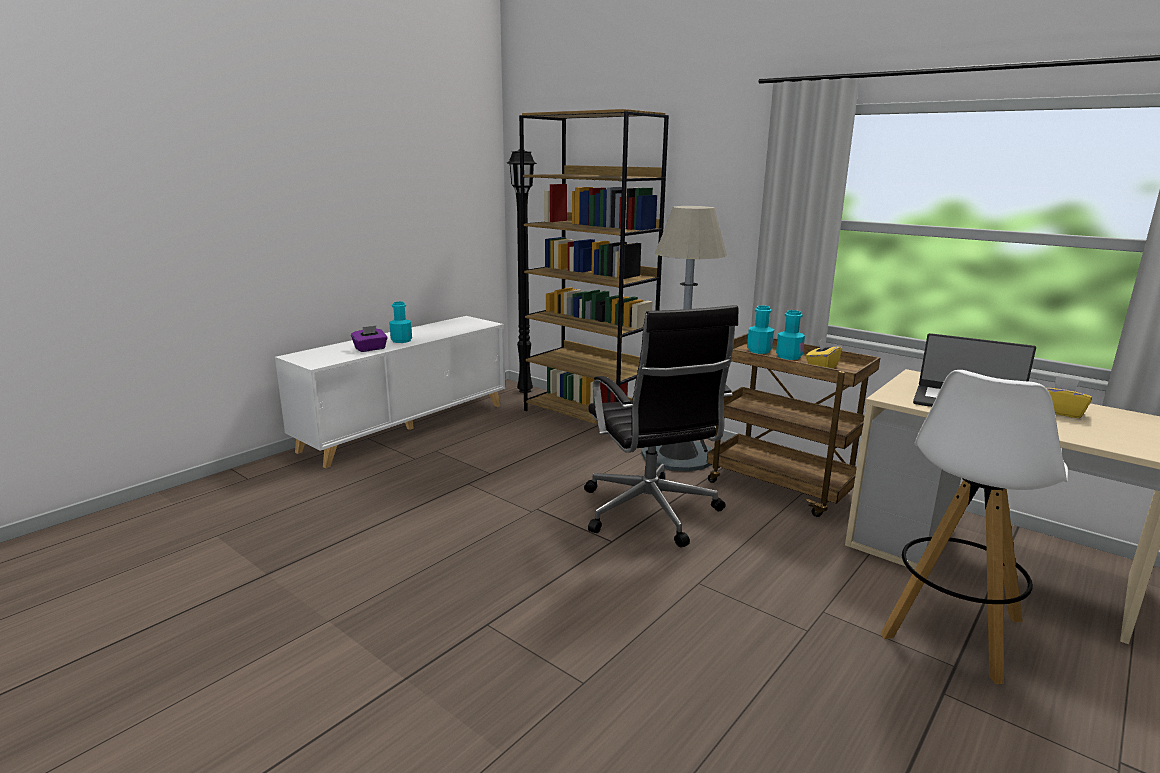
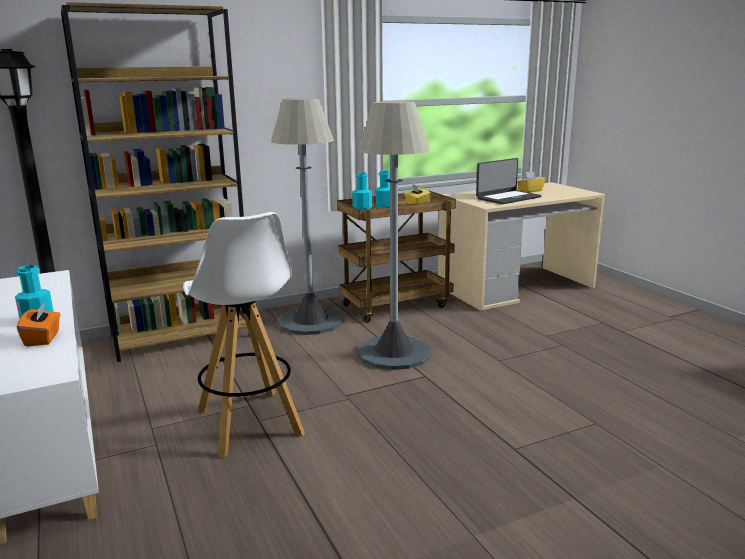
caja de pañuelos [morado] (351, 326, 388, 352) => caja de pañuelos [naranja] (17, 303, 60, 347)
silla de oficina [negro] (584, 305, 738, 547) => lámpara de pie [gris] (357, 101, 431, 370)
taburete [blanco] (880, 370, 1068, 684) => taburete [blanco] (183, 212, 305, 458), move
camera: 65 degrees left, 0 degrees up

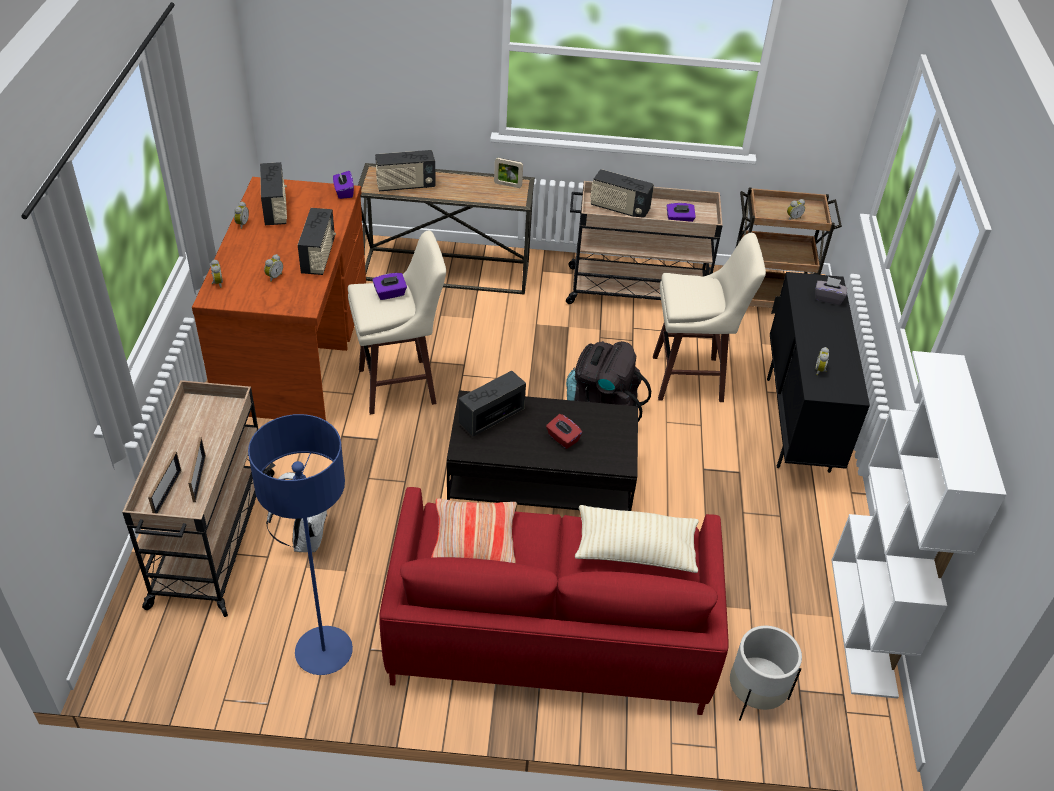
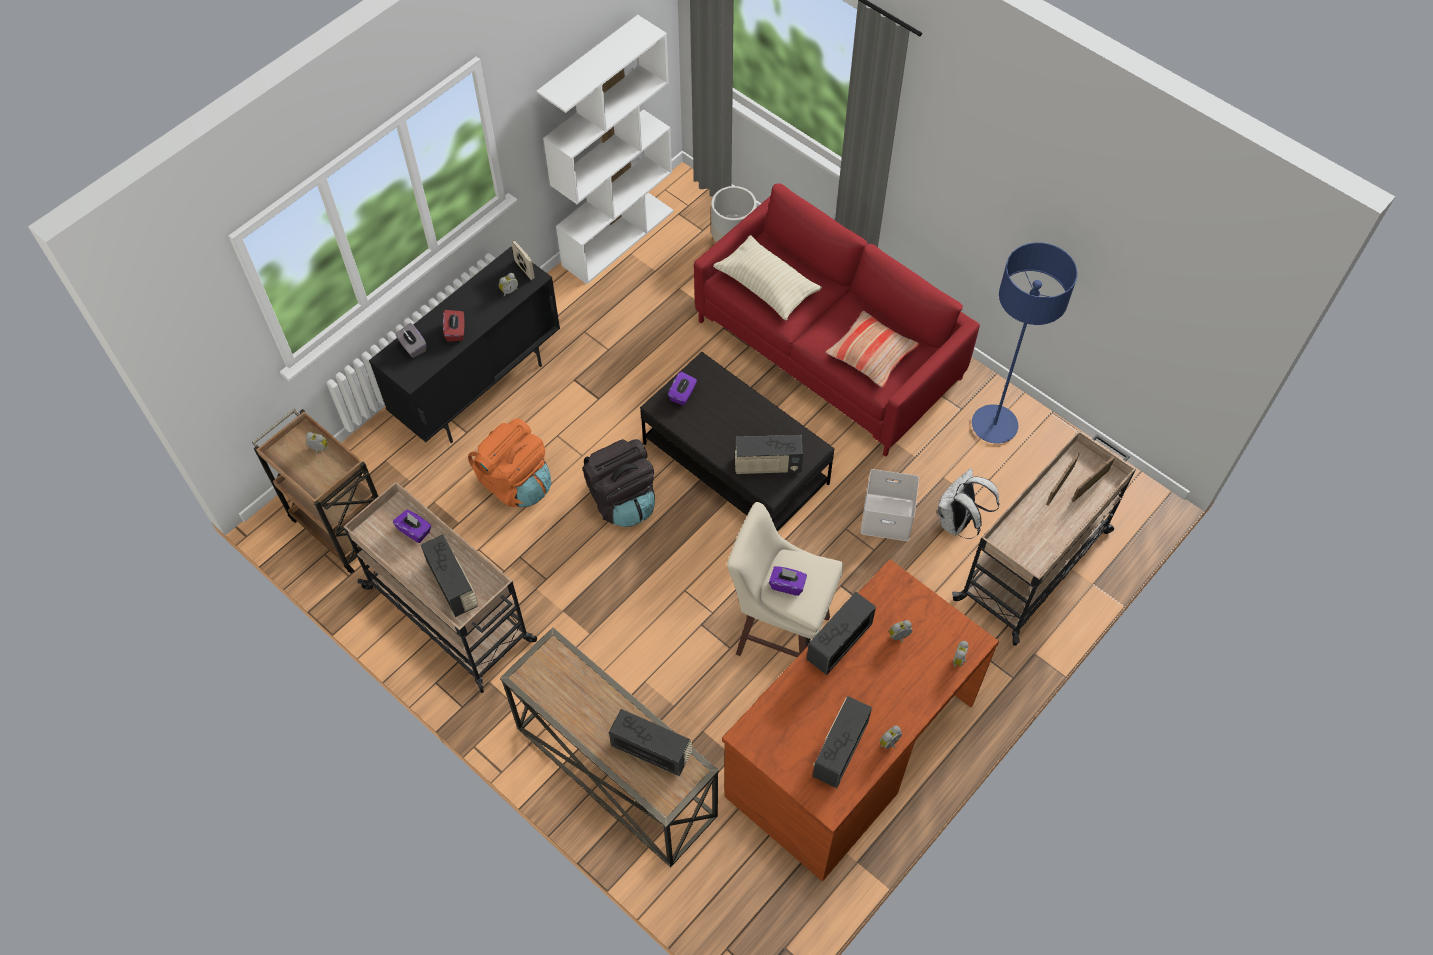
caja de pañuelos [morado] (333, 170, 354, 199) => caja de pañuelos [morado] (668, 371, 697, 406), move
portarretratos (494, 158, 523, 188) => portarretratos (511, 240, 535, 280), move
caja de pañuelos [rojo] (546, 414, 582, 449) => caja de pañuelos [rojo] (443, 310, 464, 342), move
taburete [beis] (653, 233, 766, 402) => mochila [naranja] (468, 418, 551, 507)
nothing => caja de almacenaje [blanco] (861, 469, 919, 541)
camera: 140 degrees left, 15 degrees up

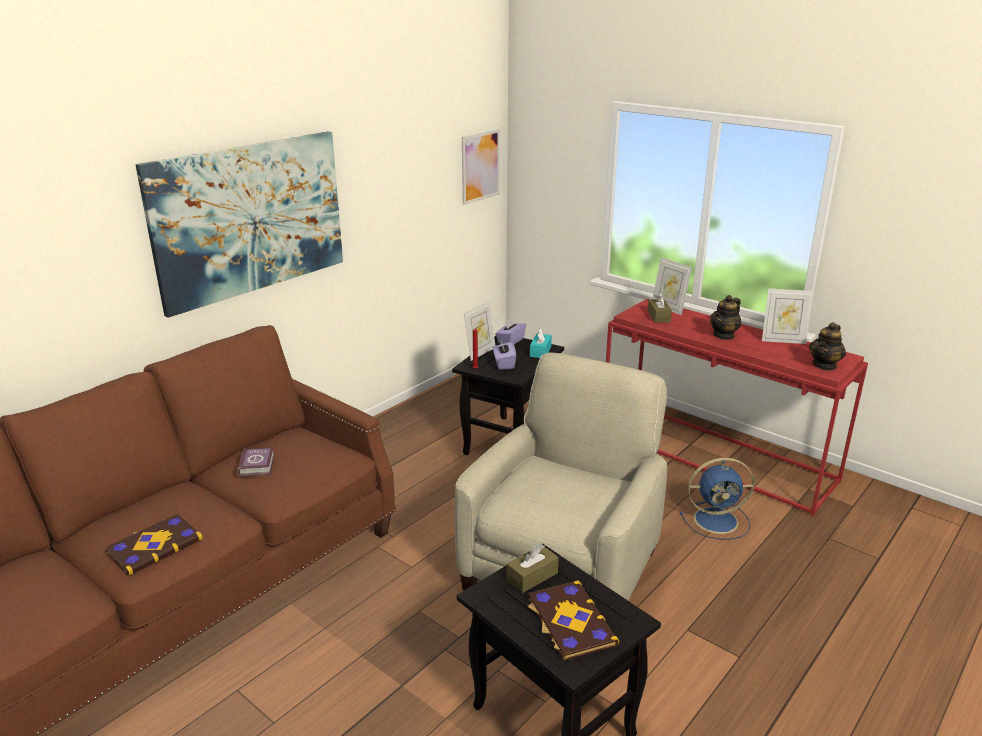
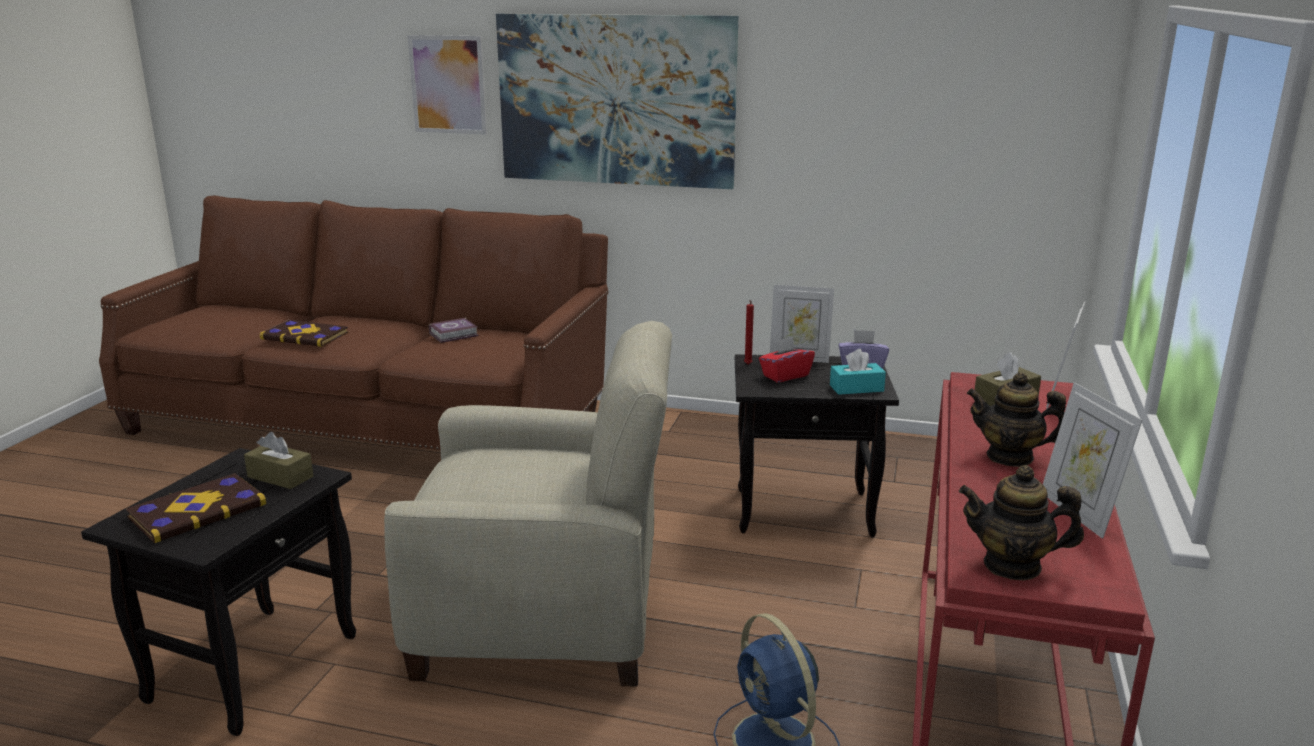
cuadro (462, 129, 500, 205) => cuadro (407, 35, 487, 135), move
caja de pañuelos [morado] (493, 340, 516, 370) => caja de pañuelos [rojo] (759, 337, 815, 383)
camera: 65 degrees right, 5 degrees down

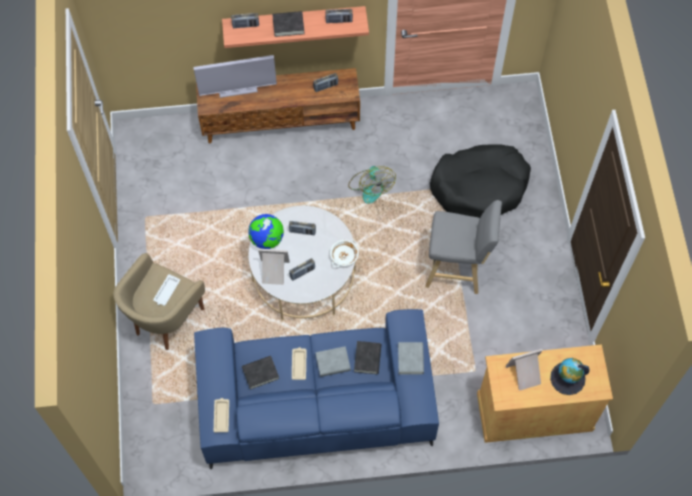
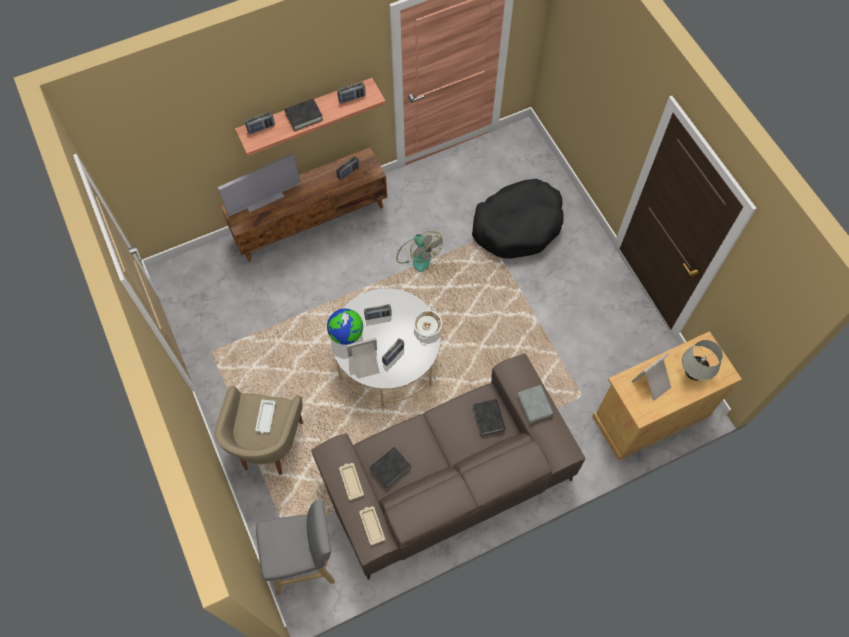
sofá [azul] (194, 309, 439, 469) => sofá [marrón] (311, 354, 586, 579)
bandeja [beis] (292, 347, 306, 380) => bandeja [beis] (339, 463, 364, 500), move
libro [gris] (315, 346, 351, 377) => nothing
taburete [gris] (425, 200, 502, 294) => taburete [gris] (256, 500, 335, 595), move
globo terráqueo (550, 358, 590, 395) => lámpara de mesa [blanco] (682, 340, 723, 380)
camera: 20 degrees left, 0 degrees up

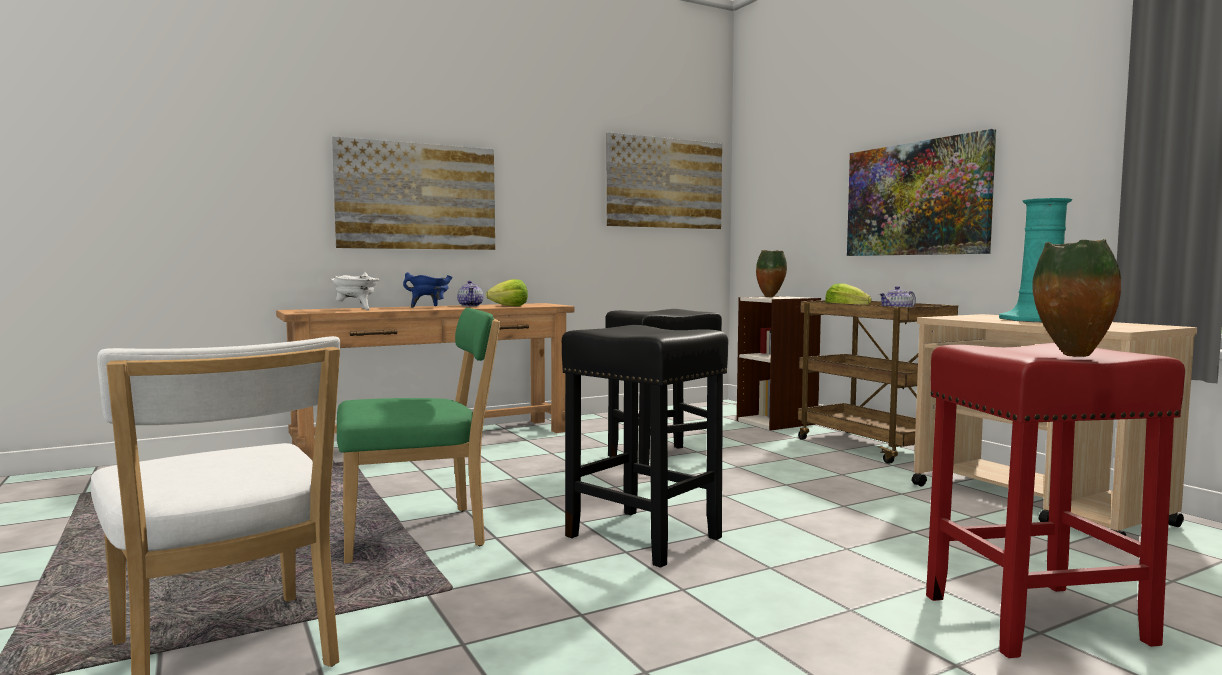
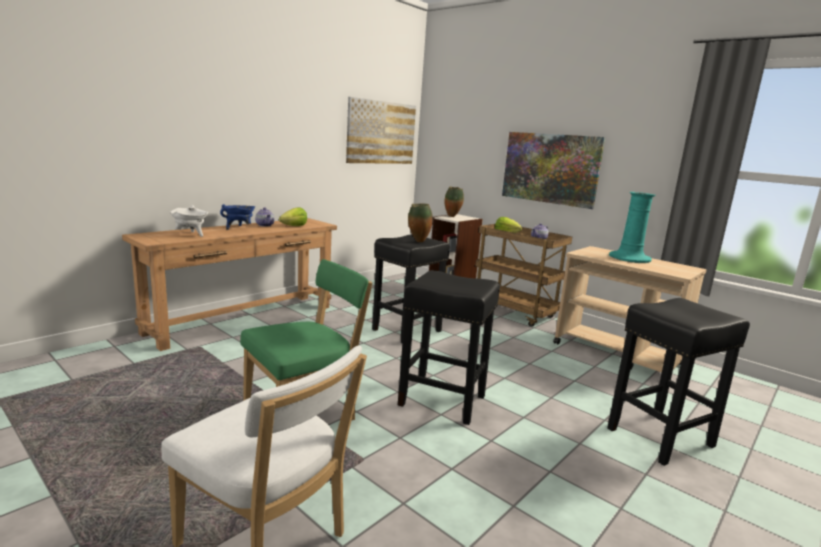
cuadro (332, 136, 495, 250) => nothing
taburete [rojo] (926, 343, 1185, 658) => taburete [negro] (607, 298, 750, 466)
florero (1032, 239, 1121, 357) => florero (408, 204, 433, 242), move
camera: 20 degrees left, 10 degrees up

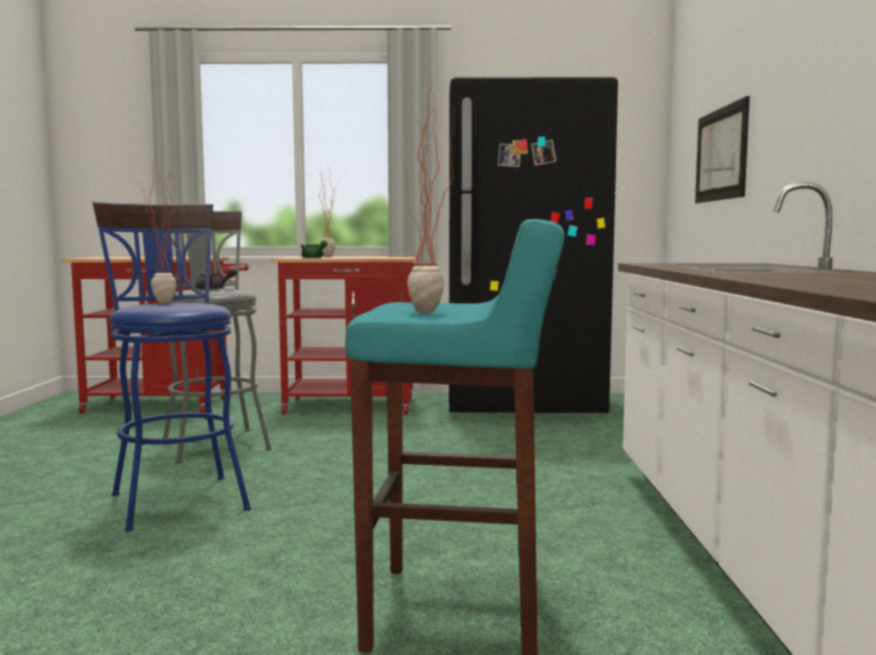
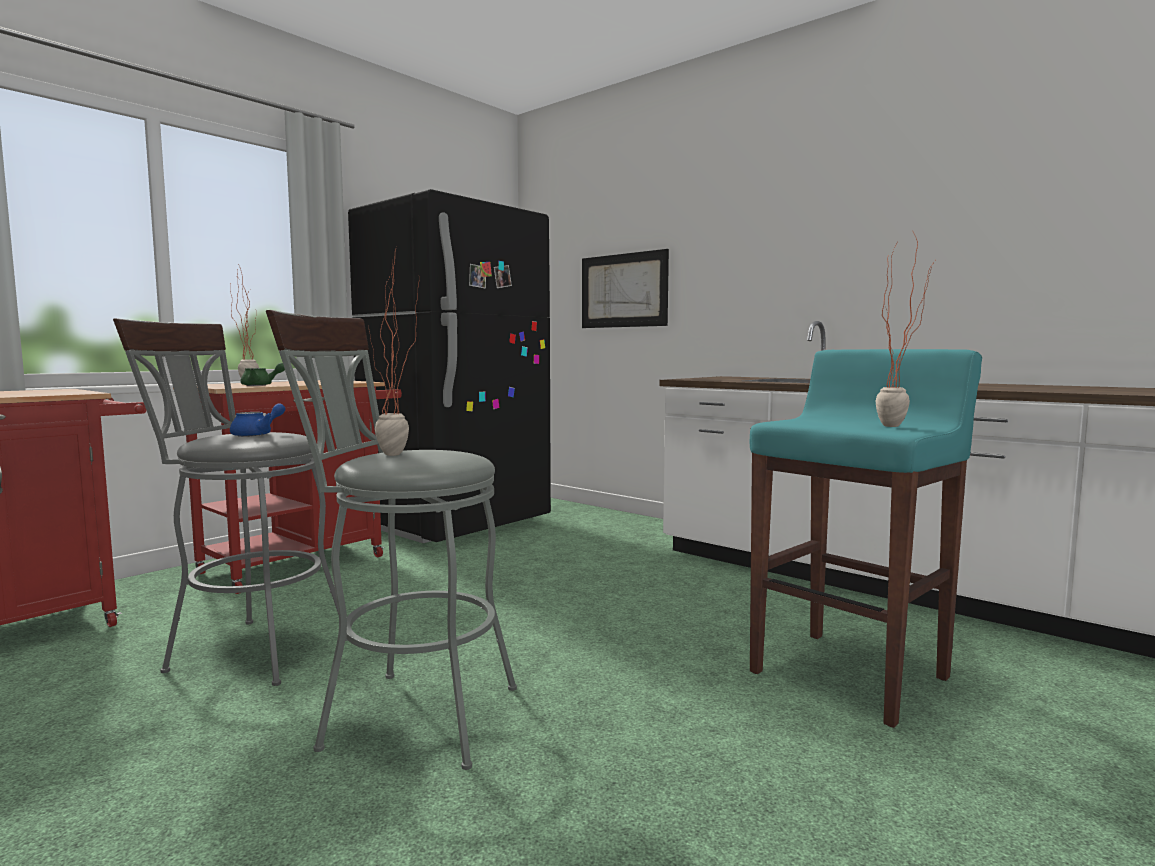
taburete [azul] (92, 202, 251, 531) => taburete [gris] (266, 310, 517, 770)
tetera [gris] (196, 268, 237, 290) => tetera [azul] (230, 403, 285, 437)
camera: 50 degrees left, 0 degrees up

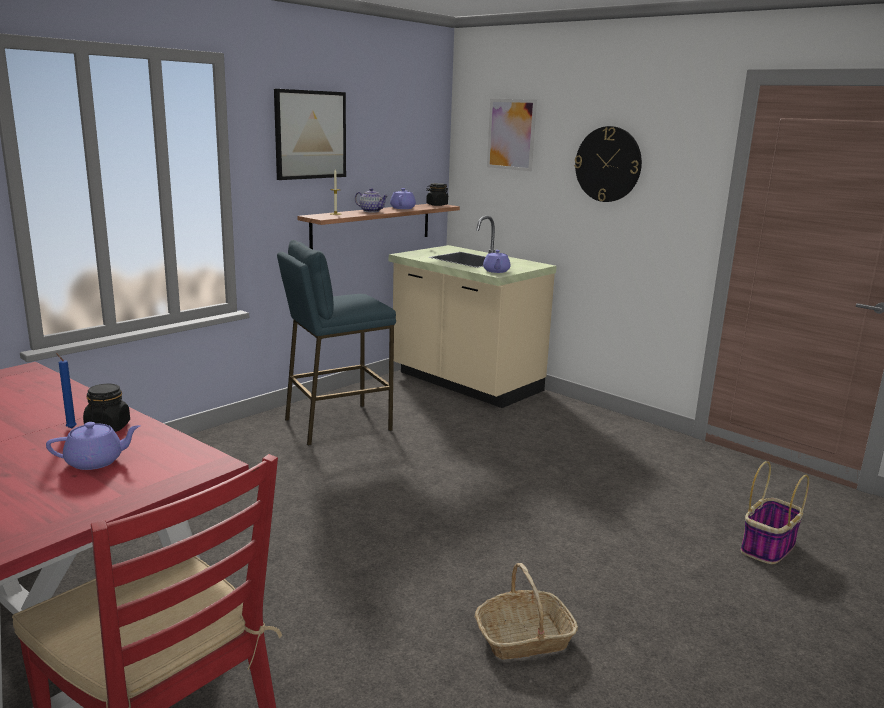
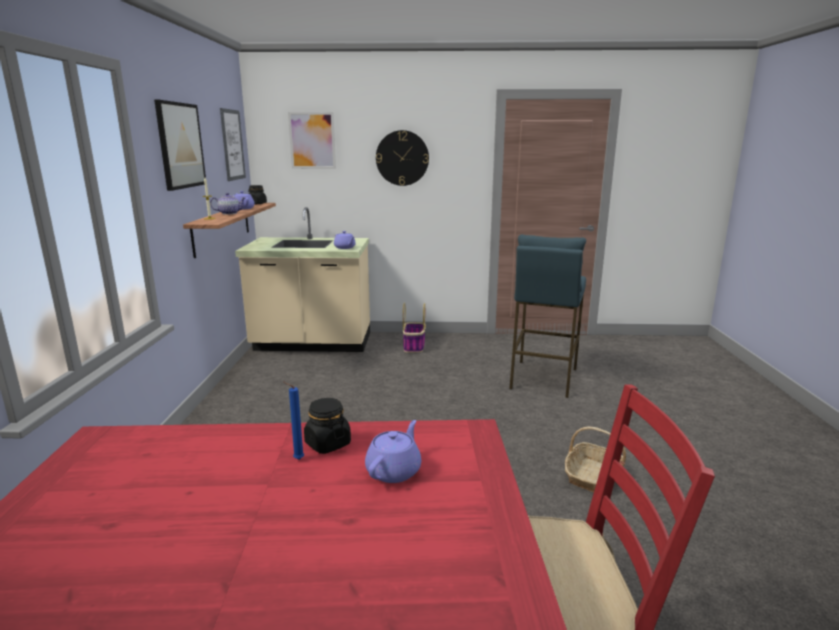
taburete [azul] (277, 240, 396, 446) => taburete [azul] (509, 234, 586, 398), move
cesta (741, 461, 809, 564) => cesta (403, 302, 426, 353), move
nothing => cuadro (220, 108, 246, 181)
camera: 40 degrees left, 0 degrees up

